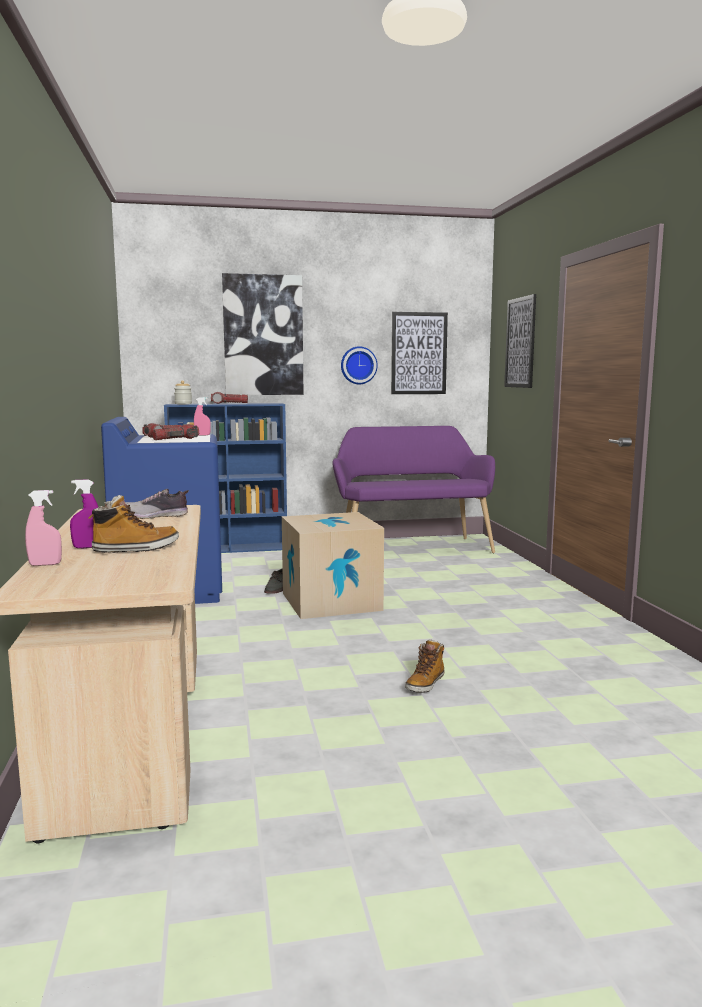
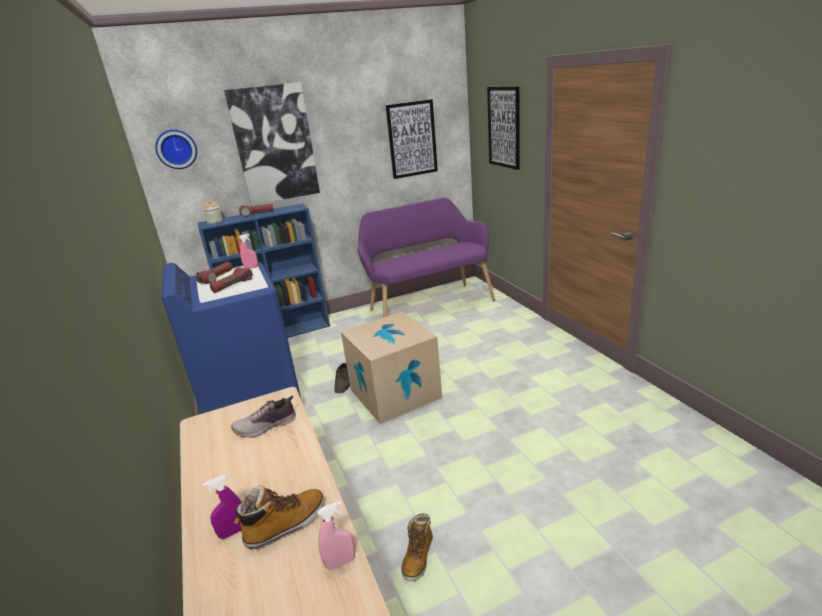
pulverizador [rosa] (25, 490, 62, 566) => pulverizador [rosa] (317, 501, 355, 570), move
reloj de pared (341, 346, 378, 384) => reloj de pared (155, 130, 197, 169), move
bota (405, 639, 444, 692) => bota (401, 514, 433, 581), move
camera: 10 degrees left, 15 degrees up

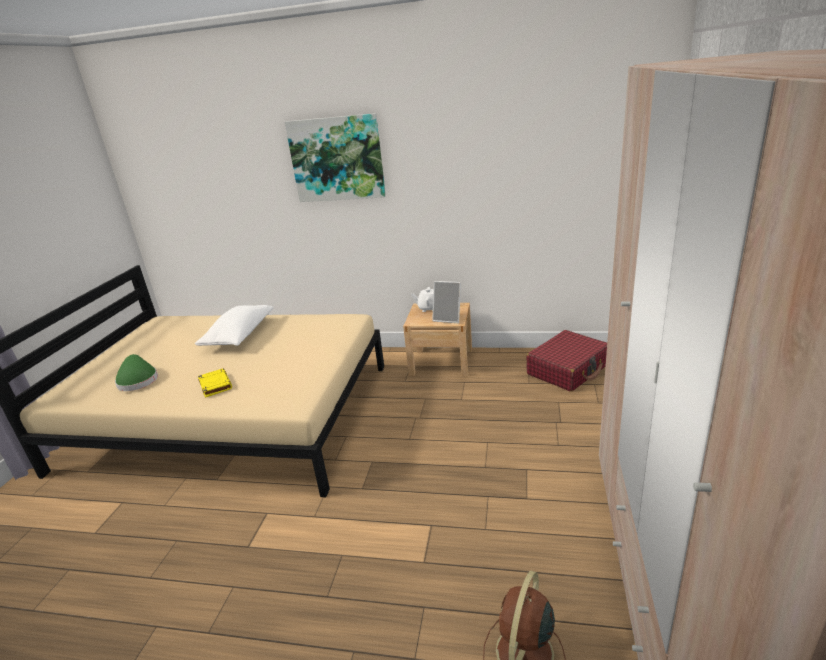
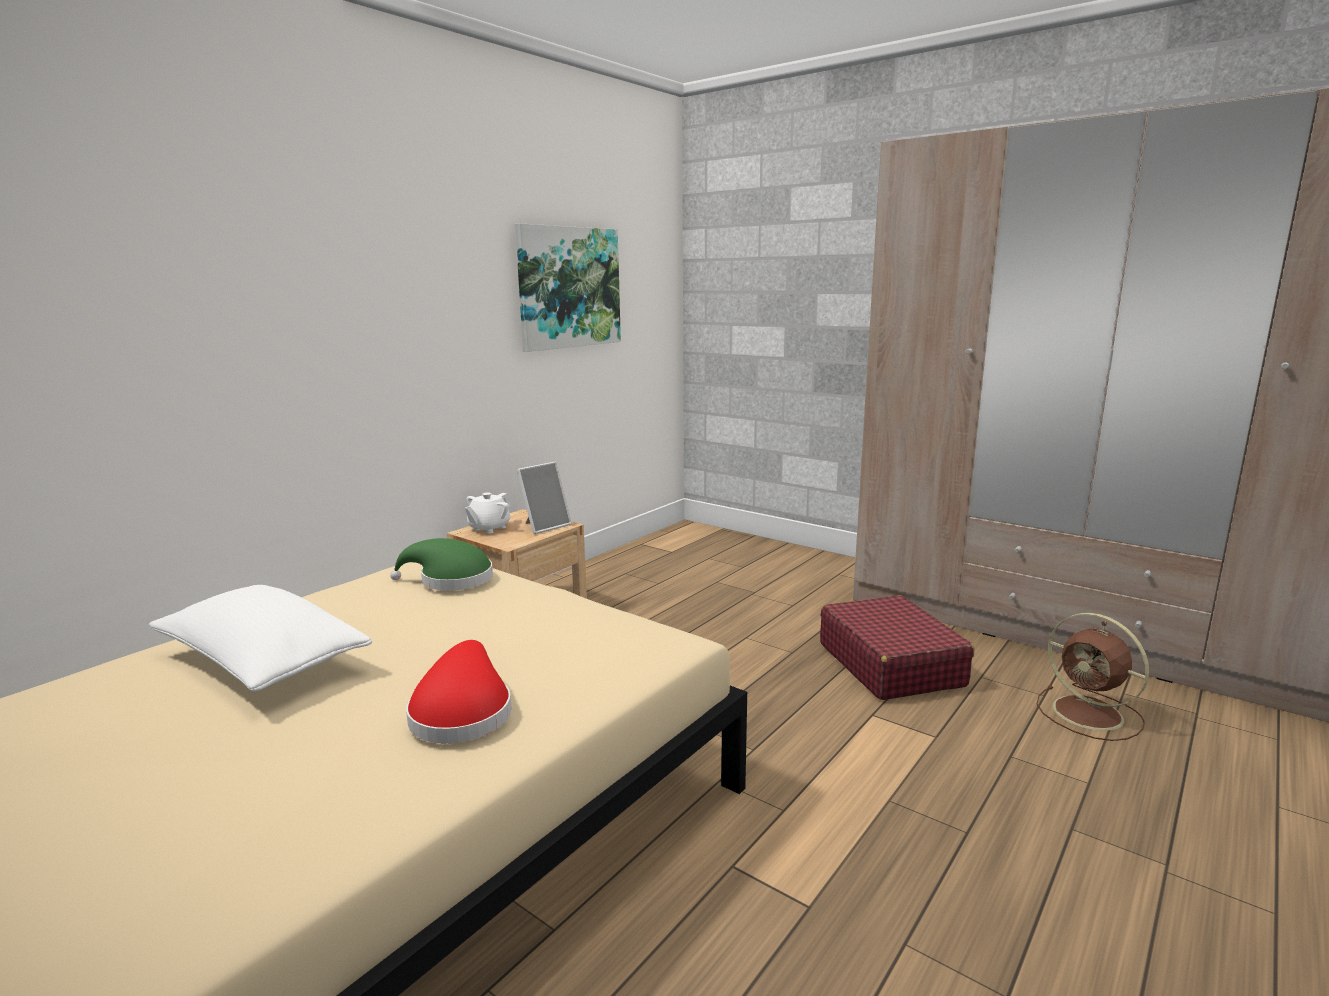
sombrero [verde] (115, 354, 158, 391) => sombrero [verde] (390, 538, 493, 591), move
libro [amarillo] (198, 368, 232, 398) => sombrero [rojo] (406, 640, 512, 743)
cuadro (285, 113, 386, 202) => cuadro (515, 223, 621, 352), move
maleta [rojo] (526, 330, 607, 392) => maleta [rojo] (820, 595, 974, 700), move
camera: 65 degrees left, 10 degrees down

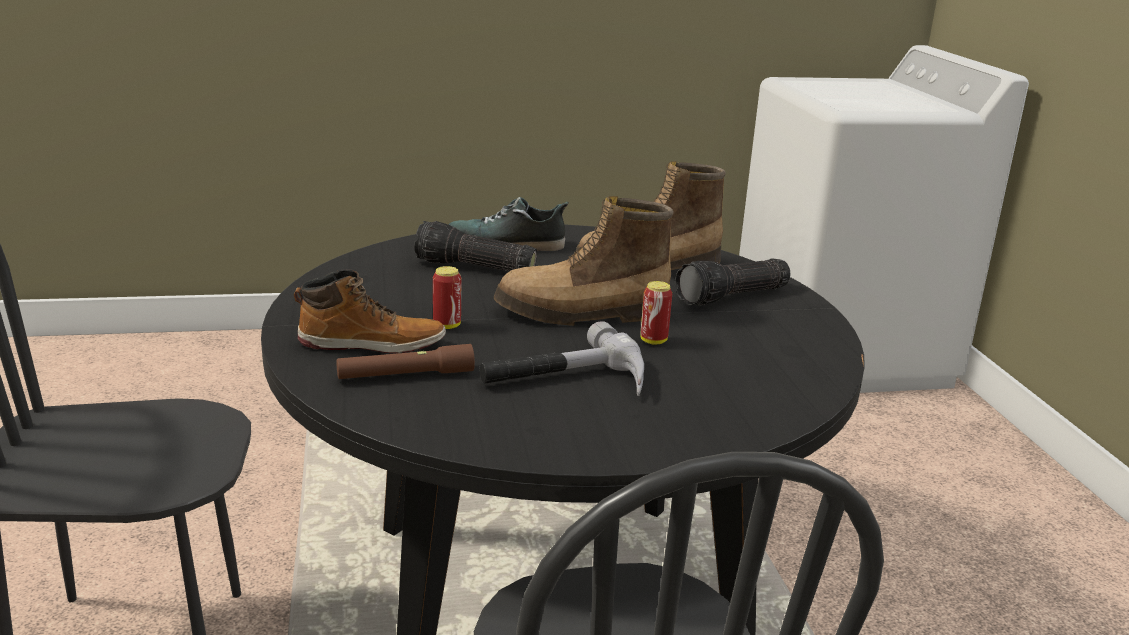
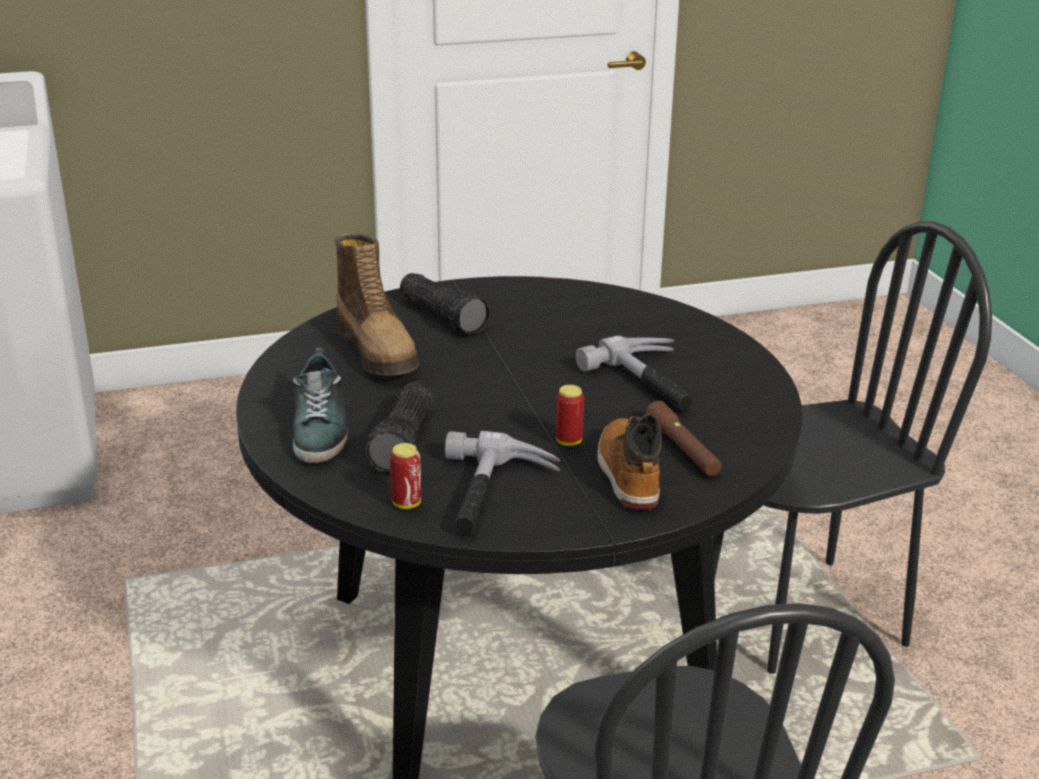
bota (494, 196, 673, 326) => nothing
lata (641, 281, 672, 345) => lata (390, 443, 421, 509), move
nothing => martillo (445, 431, 560, 534)
camera: 95 degrees left, 5 degrees up

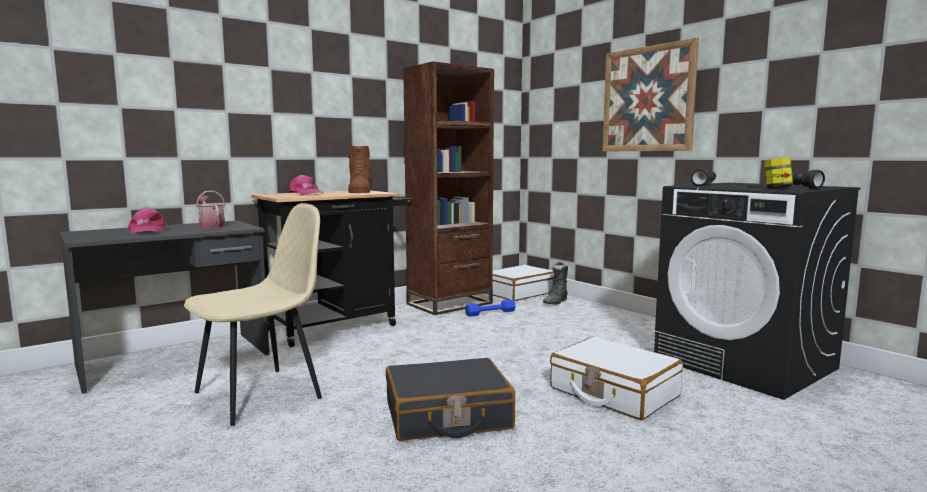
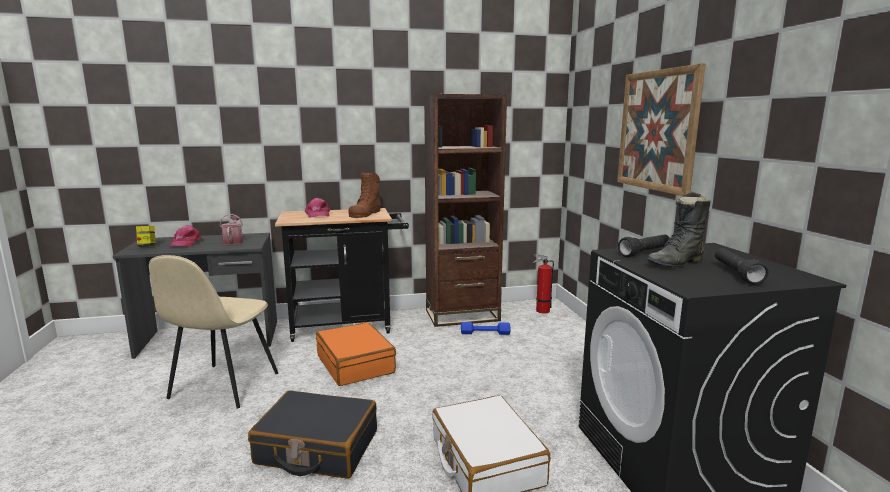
silla [beis] (184, 203, 322, 426) => silla [beis] (149, 255, 278, 409), 120 degrees clockwise
maleta [blanco] (486, 265, 554, 301) => extintor (533, 254, 554, 314)
bota [negro] (543, 262, 568, 304) => bota [negro] (646, 191, 711, 267), move
tarro (764, 157, 793, 189) => tarro (136, 226, 156, 247), move
nothing => maleta [naranja] (316, 322, 396, 386)
camera: 25 degrees right, 5 degrees up

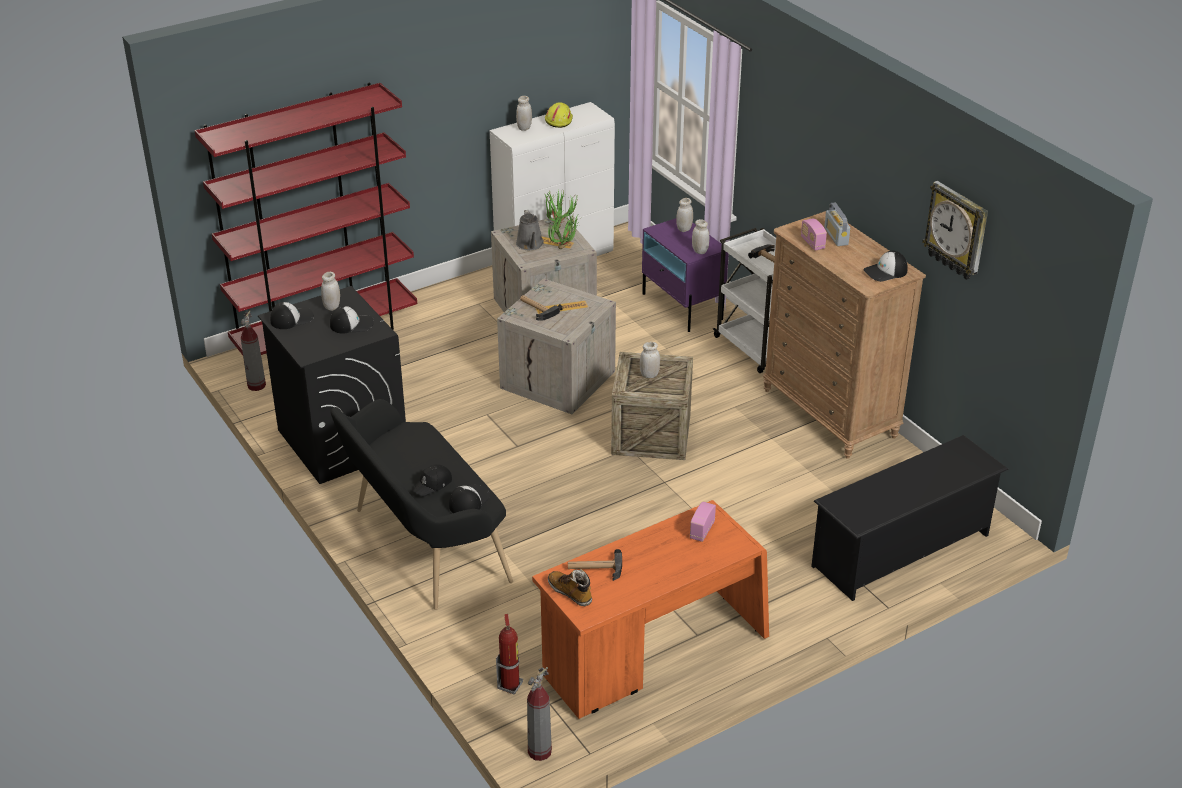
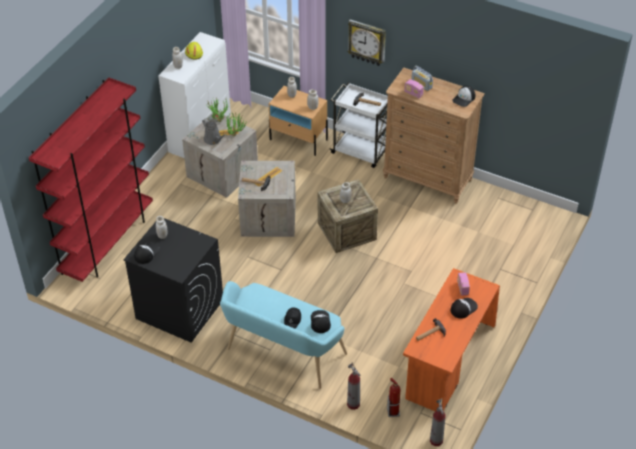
extintor (241, 310, 266, 391) => extintor (347, 362, 360, 410), move
gorra (330, 306, 374, 334) => gorra (451, 298, 478, 319), move
banco [negro] (330, 399, 513, 610) => banco [turquesa] (220, 281, 347, 389)
bota (548, 569, 592, 606) => nothing
mesita de noche [morado] (642, 218, 728, 332) => mesita de noche [beis] (269, 86, 328, 156)
zapatero [negro] (811, 435, 1008, 601) => nothing
reloj de pared (922, 181, 988, 280) => reloj de pared (347, 19, 386, 66), move
camera: 30 degrees left, 10 degrees up

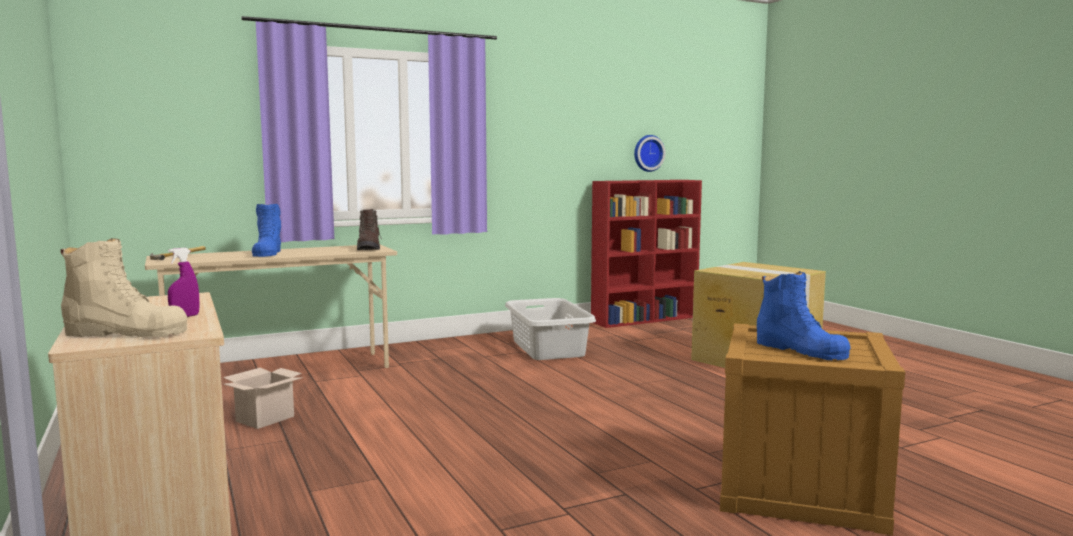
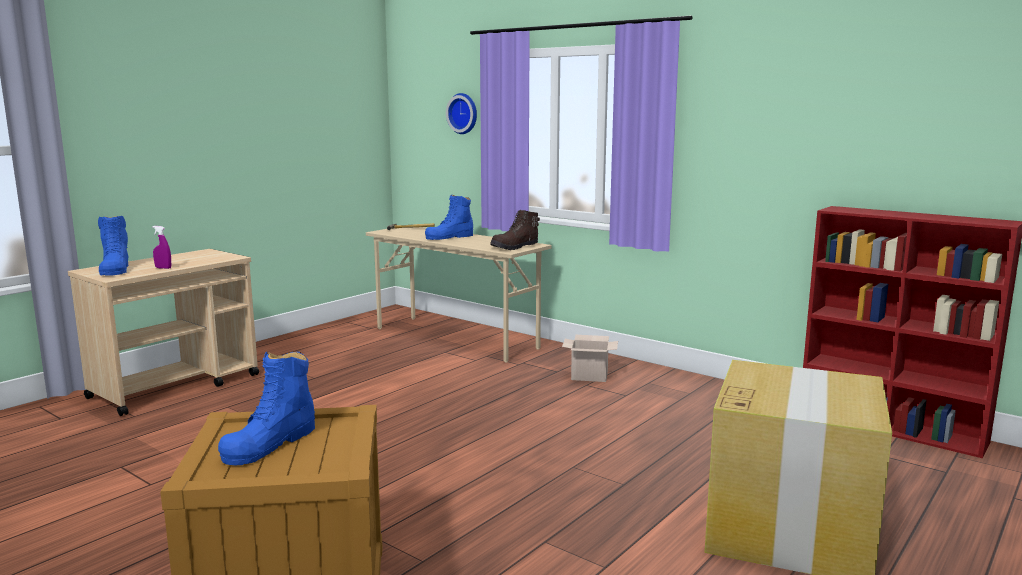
bota [beis] (60, 238, 187, 337) => bota [azul] (98, 216, 129, 276)
caja de cartón (223, 368, 303, 429) => caja de cartón (562, 335, 618, 382), move
cesto de la ropa [gris] (505, 298, 596, 360) => nothing
reloj de pared (634, 135, 665, 172) => reloj de pared (446, 93, 477, 134), move
camera: 65 degrees right, 5 degrees up

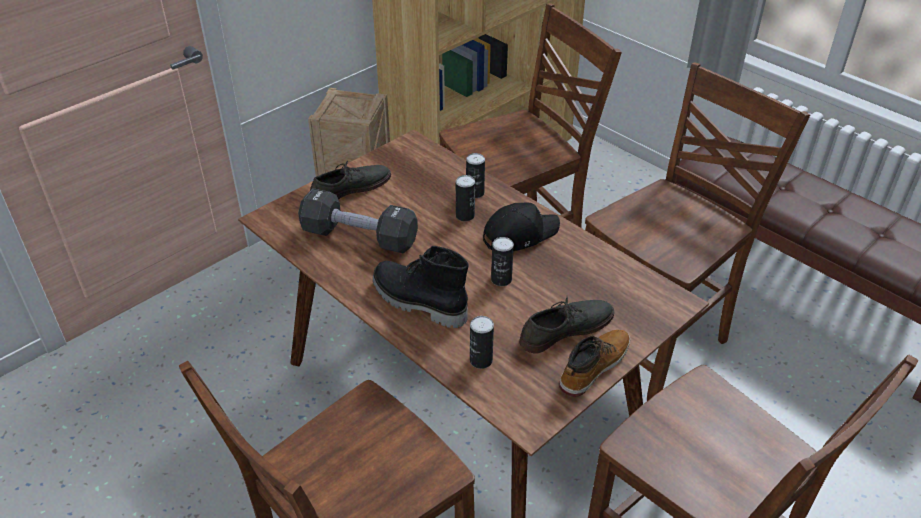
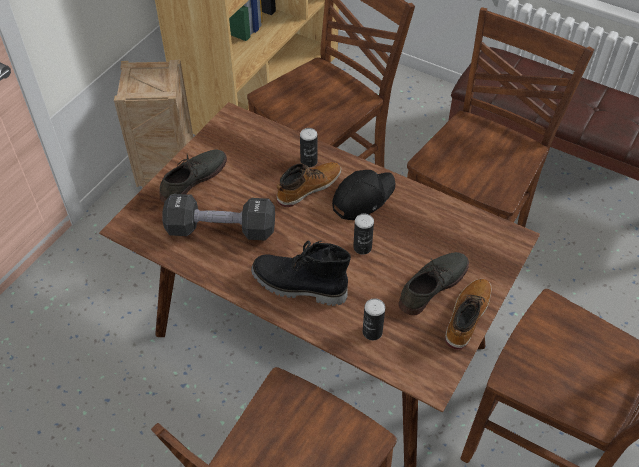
lata (456, 175, 475, 221) => bota (277, 162, 341, 207)
camera: 15 degrees left, 10 degrees up

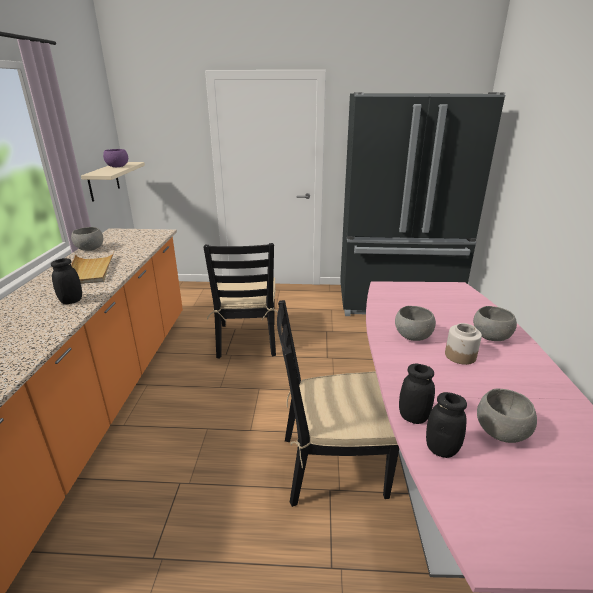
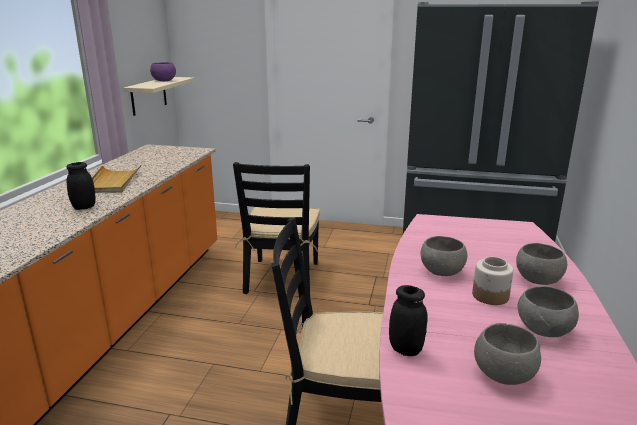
cuenco [gris] (71, 227, 103, 251) => cuenco [gris] (518, 286, 579, 337), move
tarro [negro] (426, 392, 467, 458) => nothing
camera: 10 degrees right, 5 degrees down

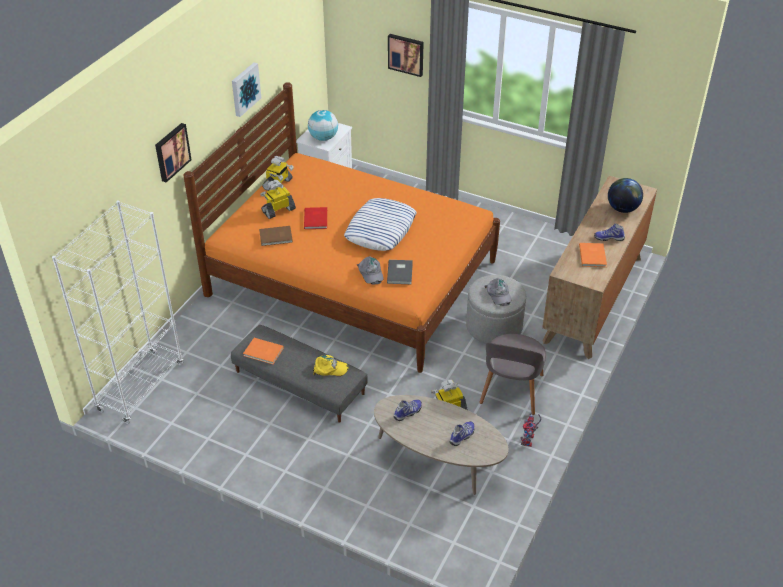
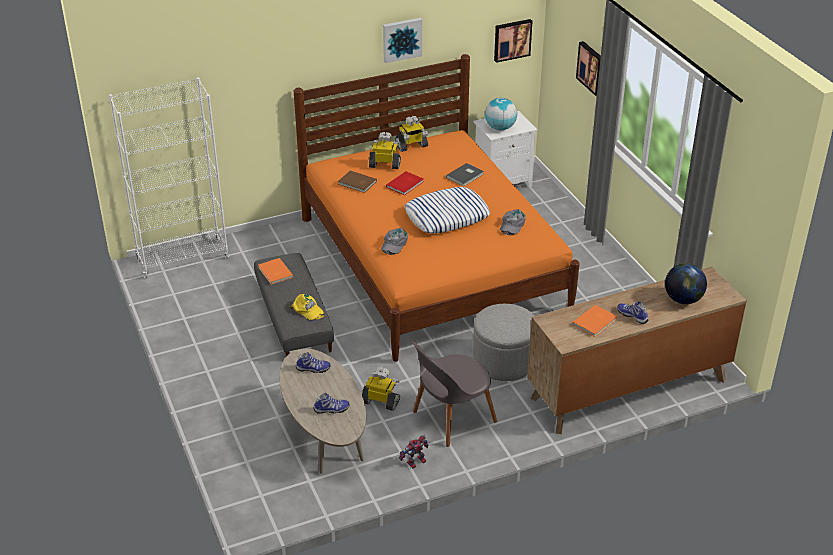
cuadro (155, 123, 192, 182) => cuadro (494, 19, 532, 63), move
libro [gris] (387, 260, 413, 284) => libro [gris] (446, 163, 484, 187), move
gorra [gris] (484, 278, 512, 306) => gorra [gris] (500, 209, 526, 236), move
camera: 40 degrees right, 5 degrees down

